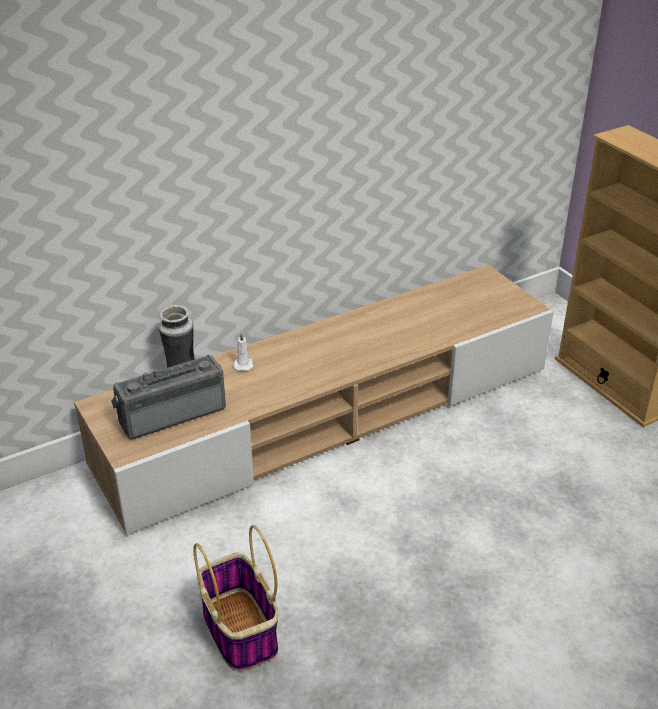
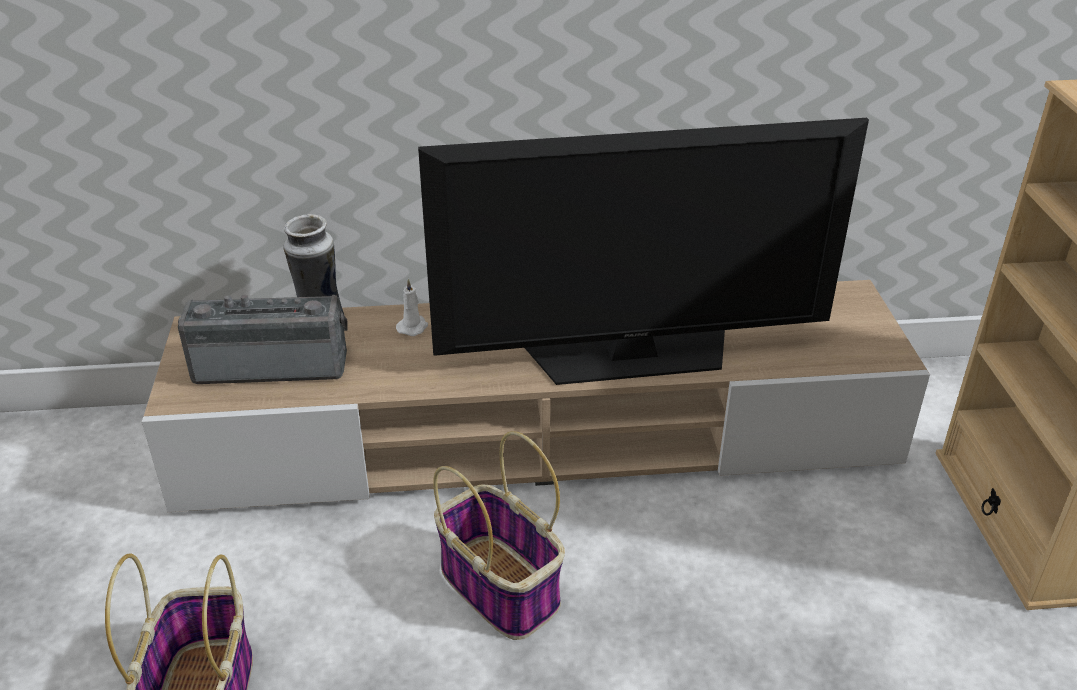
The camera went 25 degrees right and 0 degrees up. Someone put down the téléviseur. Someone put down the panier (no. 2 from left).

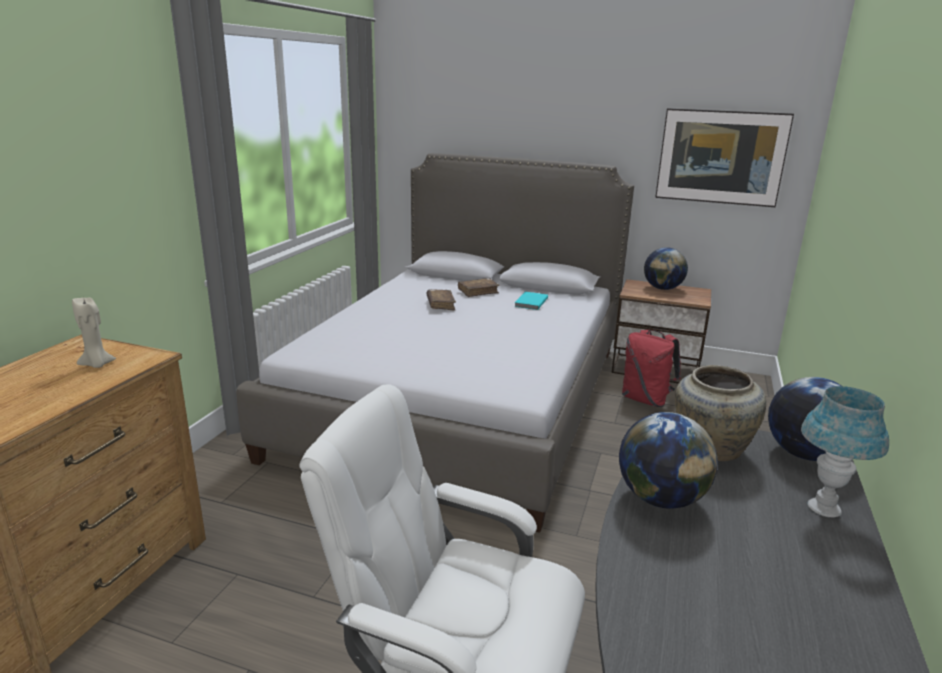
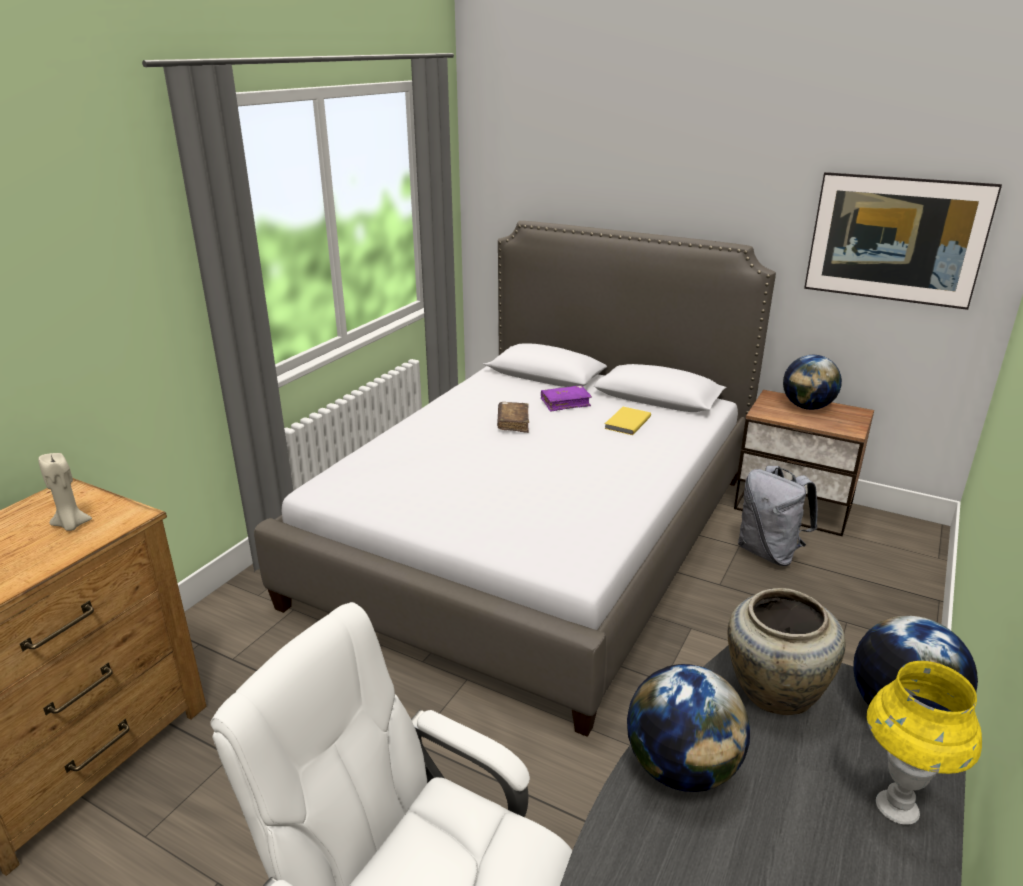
The camera went 10 degrees right and 5 degrees up. Someone repainted the livre [marron] (no. 2 from left), which became the livre [violet]. Someone repainted the livre [turquoise], which became the livre [jaune]. Someone repainted the sac à dos [rouge], which became the sac à dos [gris]. Someone repainted the lampe de table [bleu], which became the lampe de table [jaune].

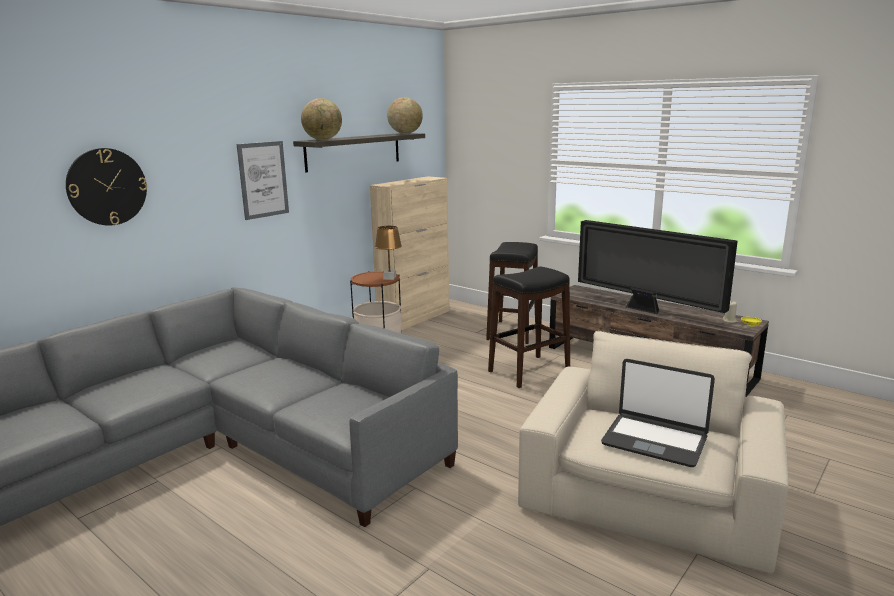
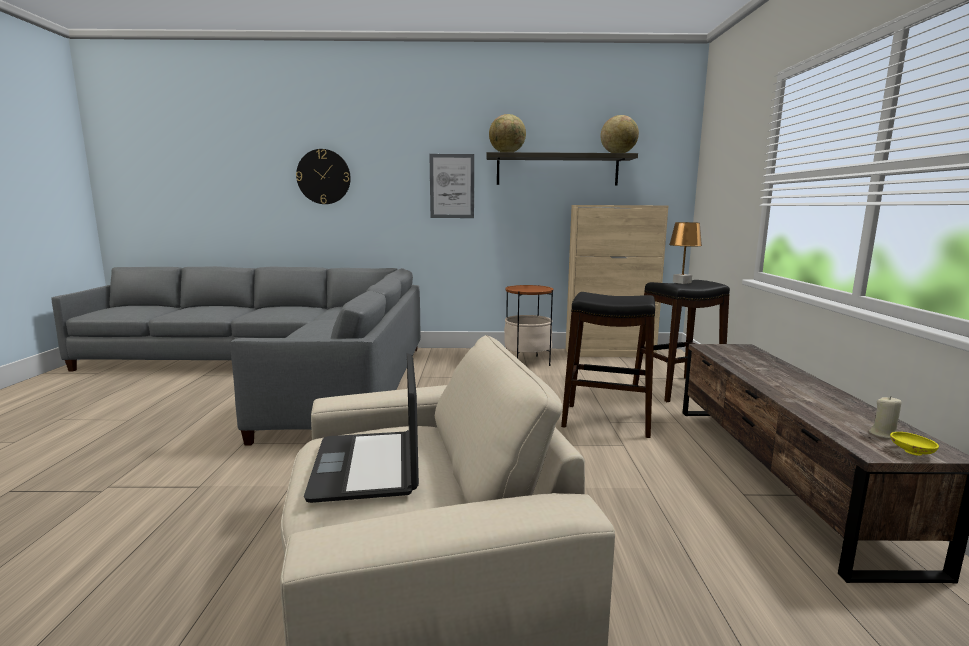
The camera went 50 degrees right and 5 degrees down. Someone carried the lampe de table [marron]. Someone took away the téléviseur.

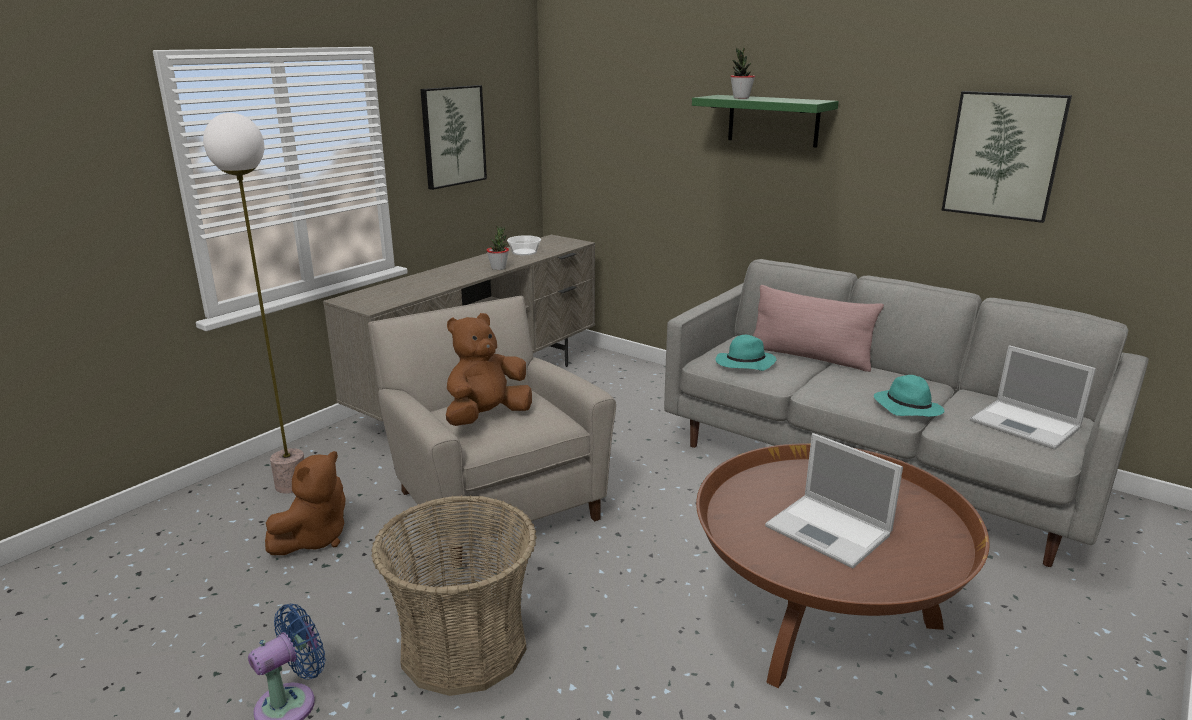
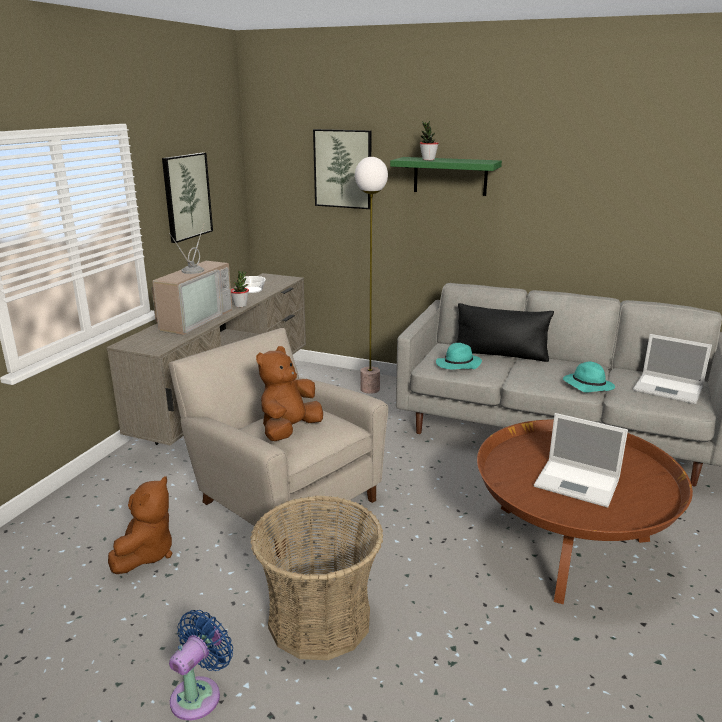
The camera went 15 degrees left and 0 degrees up. Someone carried the lampadaire. Someone repainted the coussin [rose], which became the coussin [noir]. Someone carried the tableau (no. 2 from left). Someone put down the téléviseur.

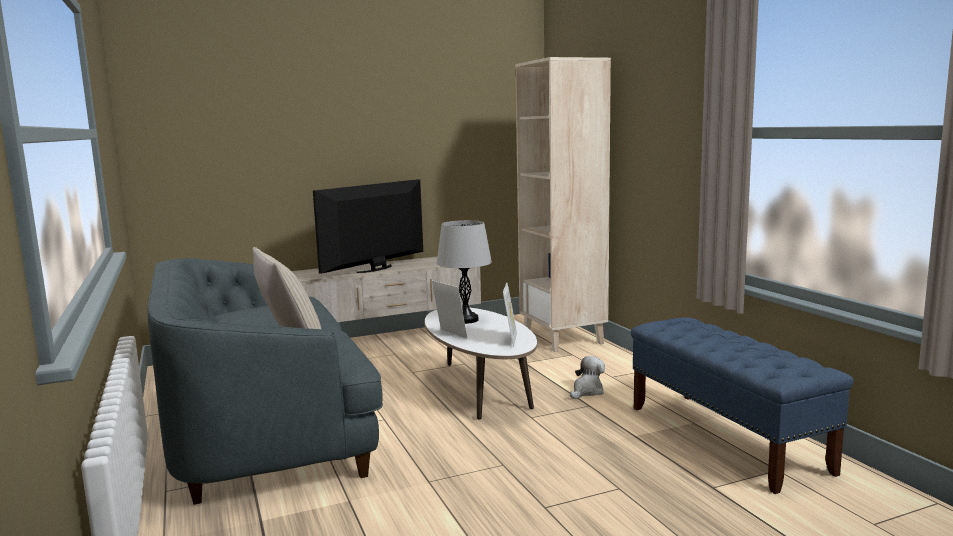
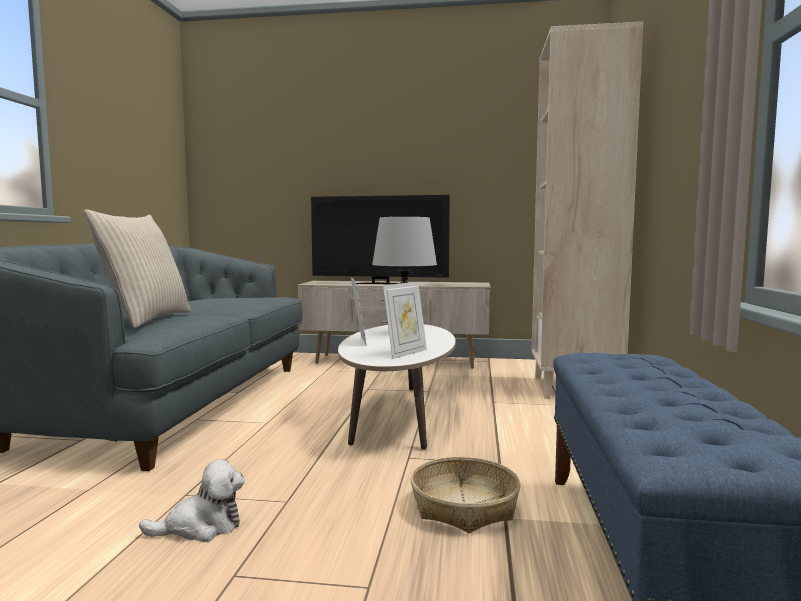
The camera went 30 degrees right and 5 degrees down. Someone rotated the téléviseur by 150 degrees counterclockwise. Someone carried the peluche. Someone put down the panier.

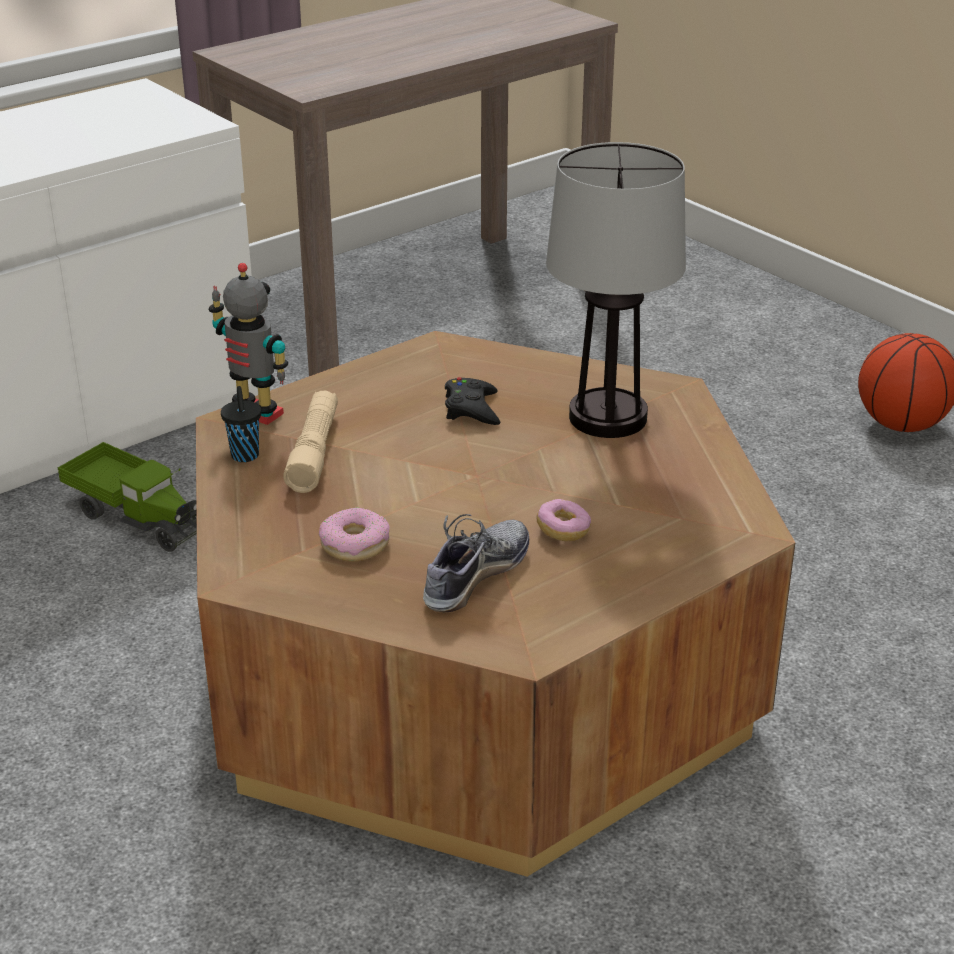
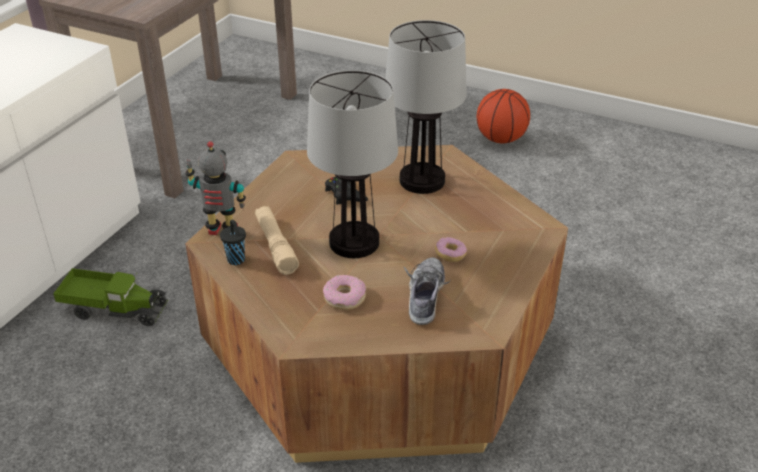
The camera went 25 degrees left and 5 degrees up. Someone put down the lampe de table (no. 1 from left).

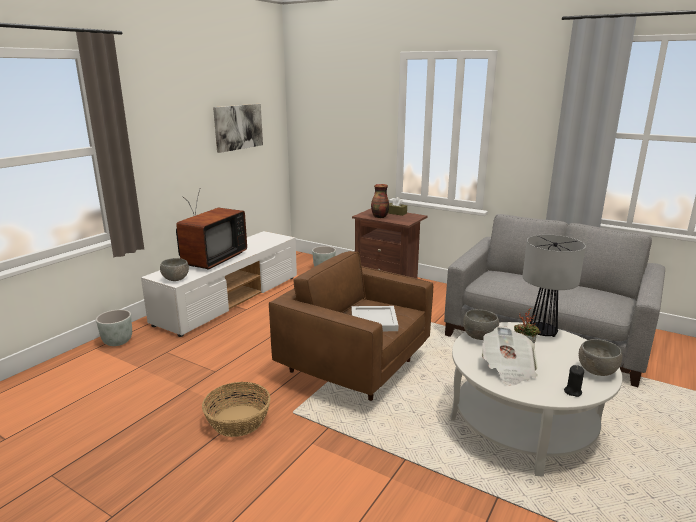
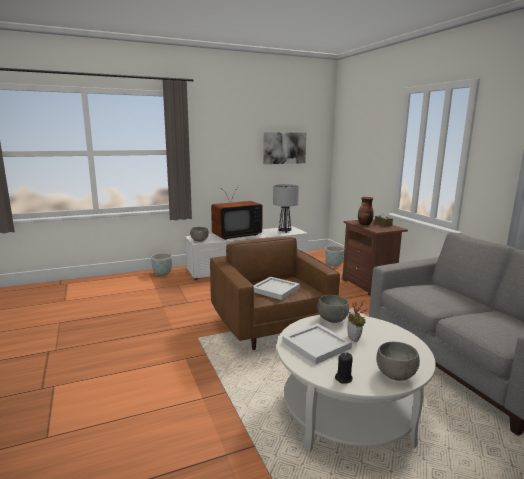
The camera went 35 degrees right and 5 degrees down. Someone took away the panier. Someone swapped the journal for the plateau [blanc] (no. 2 from left). Someone carried the lampe de table.

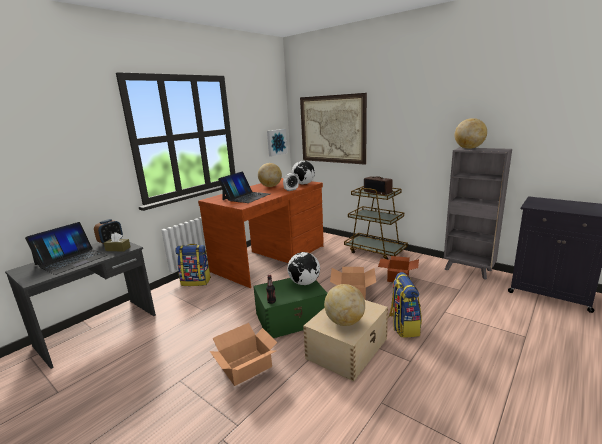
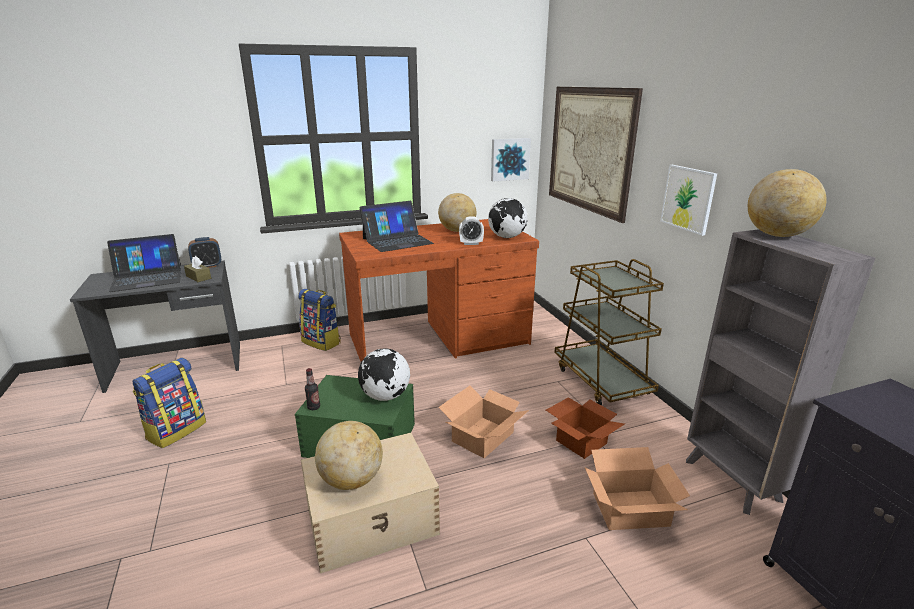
The camera went 30 degrees right and 5 degrees up. Someone carried the carton (no. 1 from left in the first image). Someone took away the radio. Someone carried the sac à dos (no. 2 from left in the first image). Someone put up the tableau (no. 3 from left).

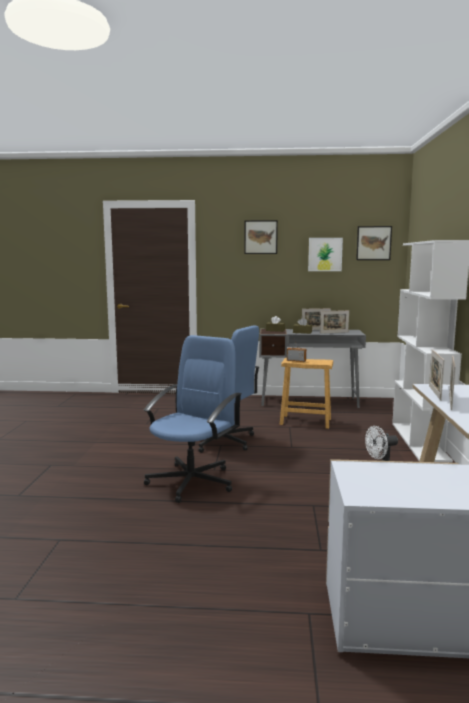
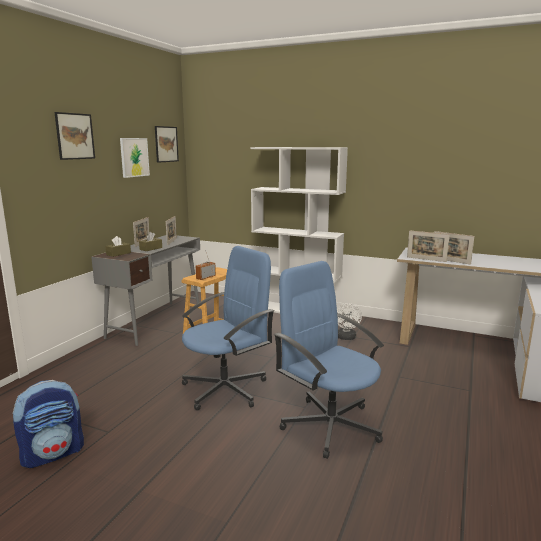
The camera went 70 degrees left and 5 degrees up. Someone put down the sac à dos.

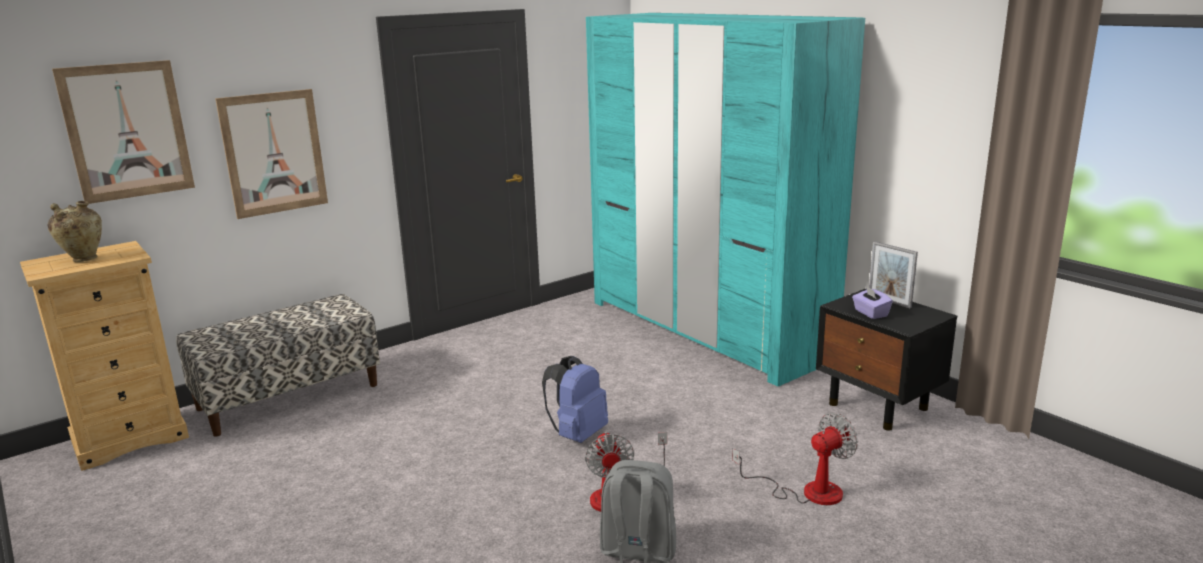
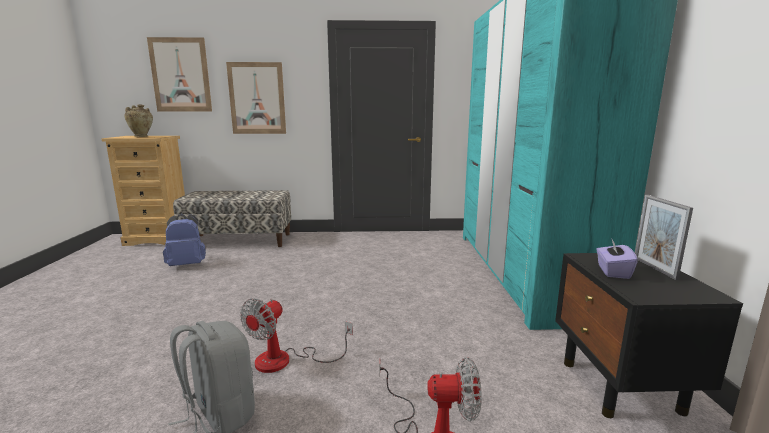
The camera went 35 degrees right and 5 degrees down. Someone carried the sac à dos [bleu].

